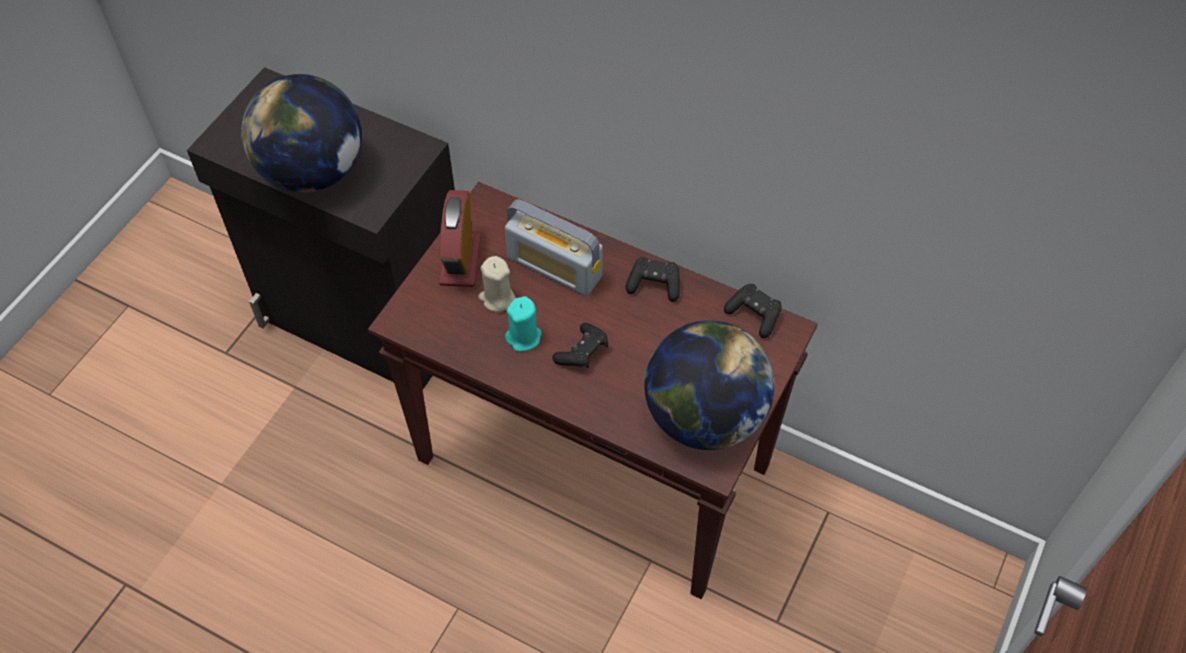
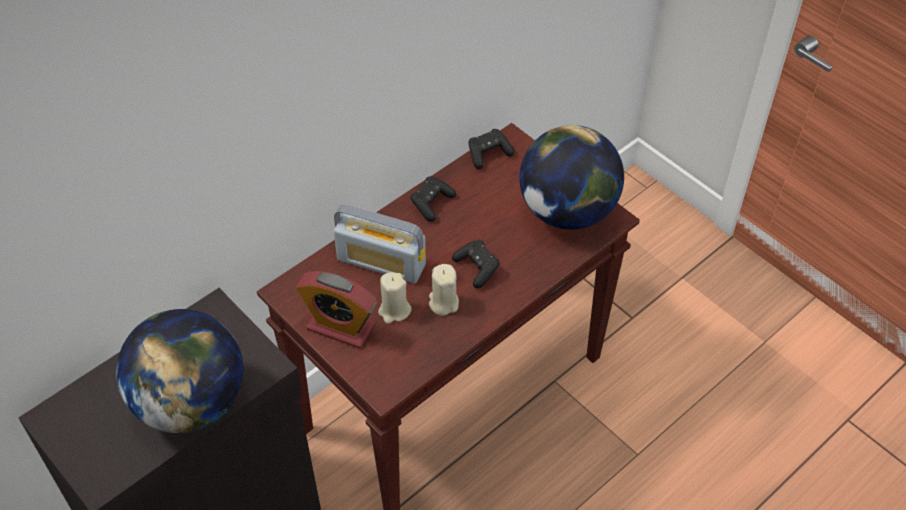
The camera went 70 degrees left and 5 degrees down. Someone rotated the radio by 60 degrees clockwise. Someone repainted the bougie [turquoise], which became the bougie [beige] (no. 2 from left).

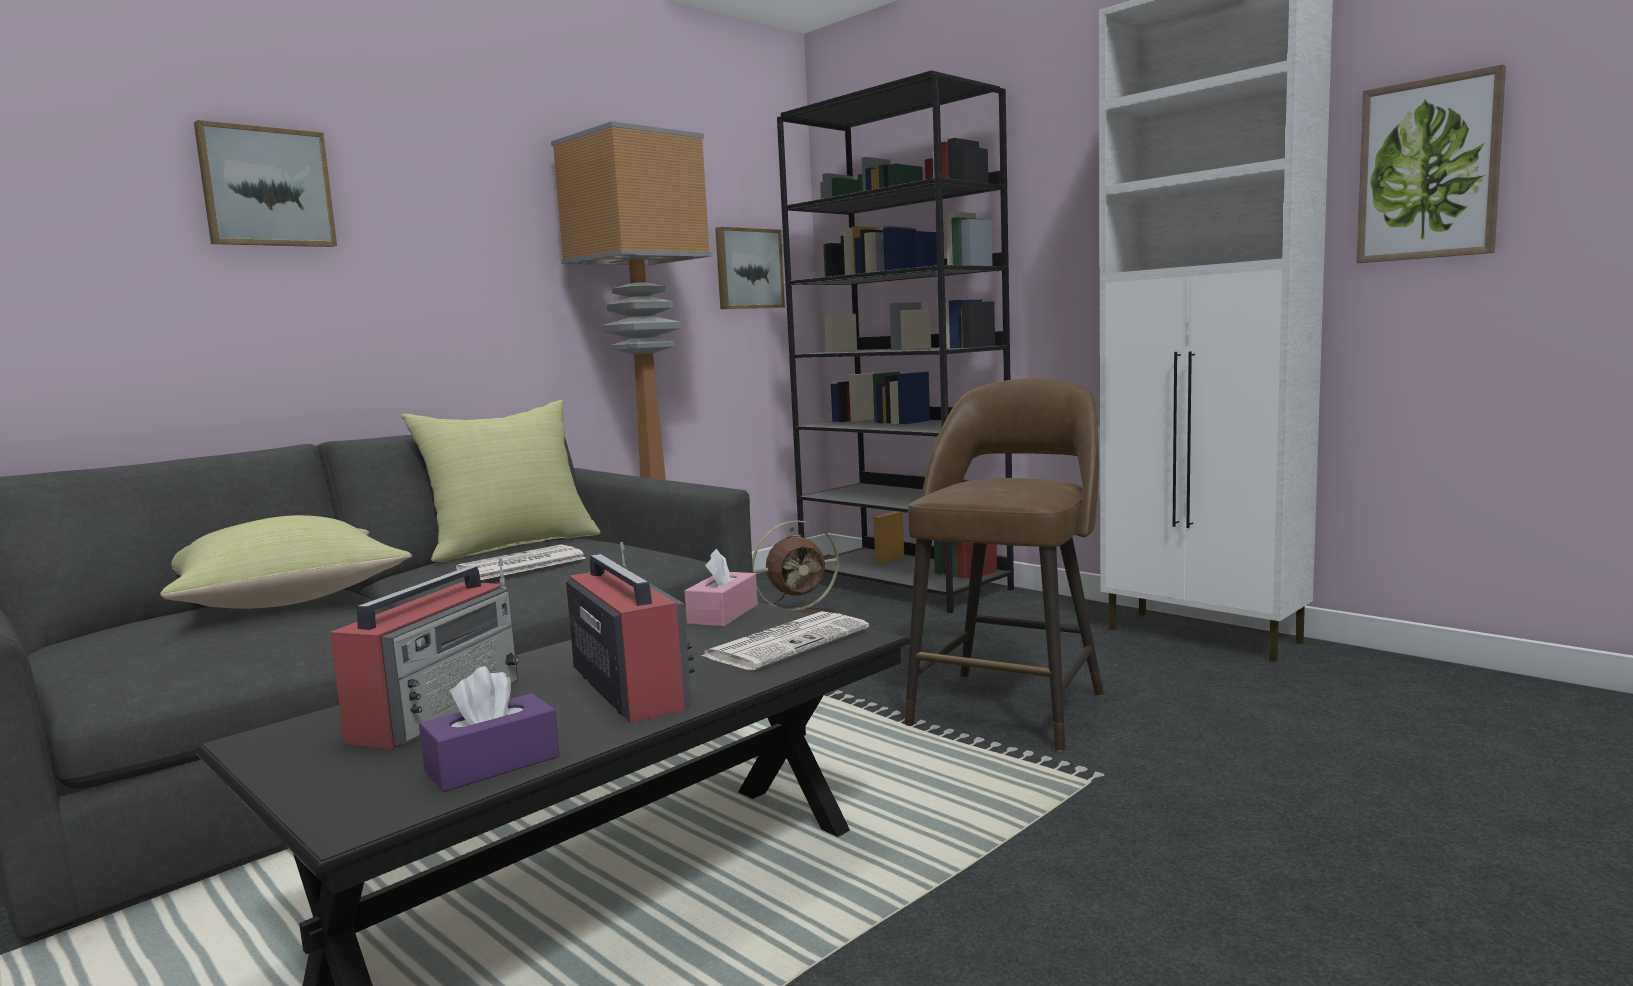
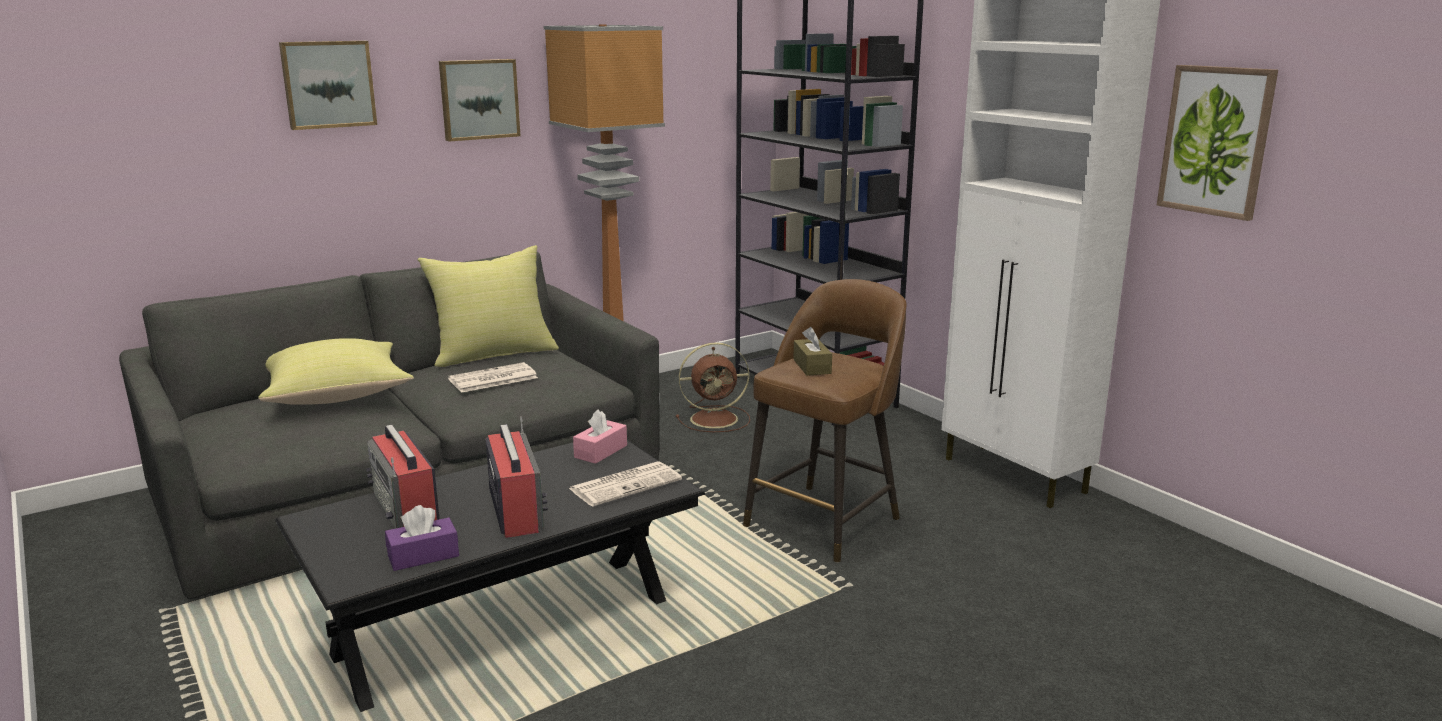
The camera went 10 degrees right and 10 degrees up. Someone rotated the radio (no. 1 from left) by 120 degrees clockwise. Someone carried the tableau (no. 2 from left). Someone put down the boîte à mouchoirs [marron].

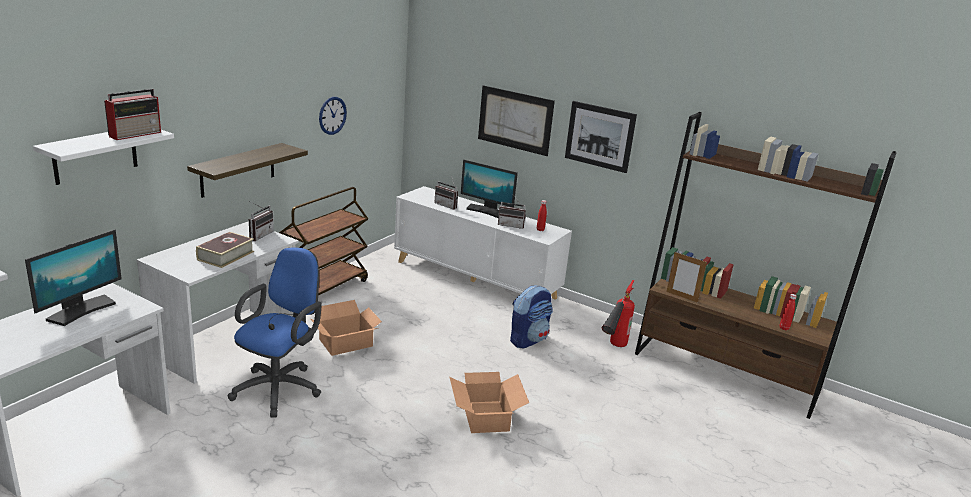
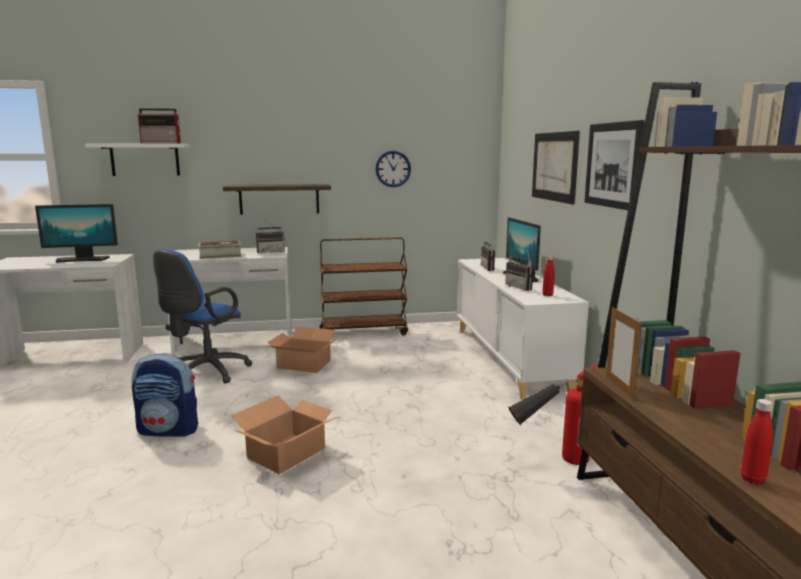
The camera went 50 degrees right and 10 degrees down. Someone rotated the chaise de bureau [bleu] by 135 degrees clockwise. Someone carried the sac à dos.

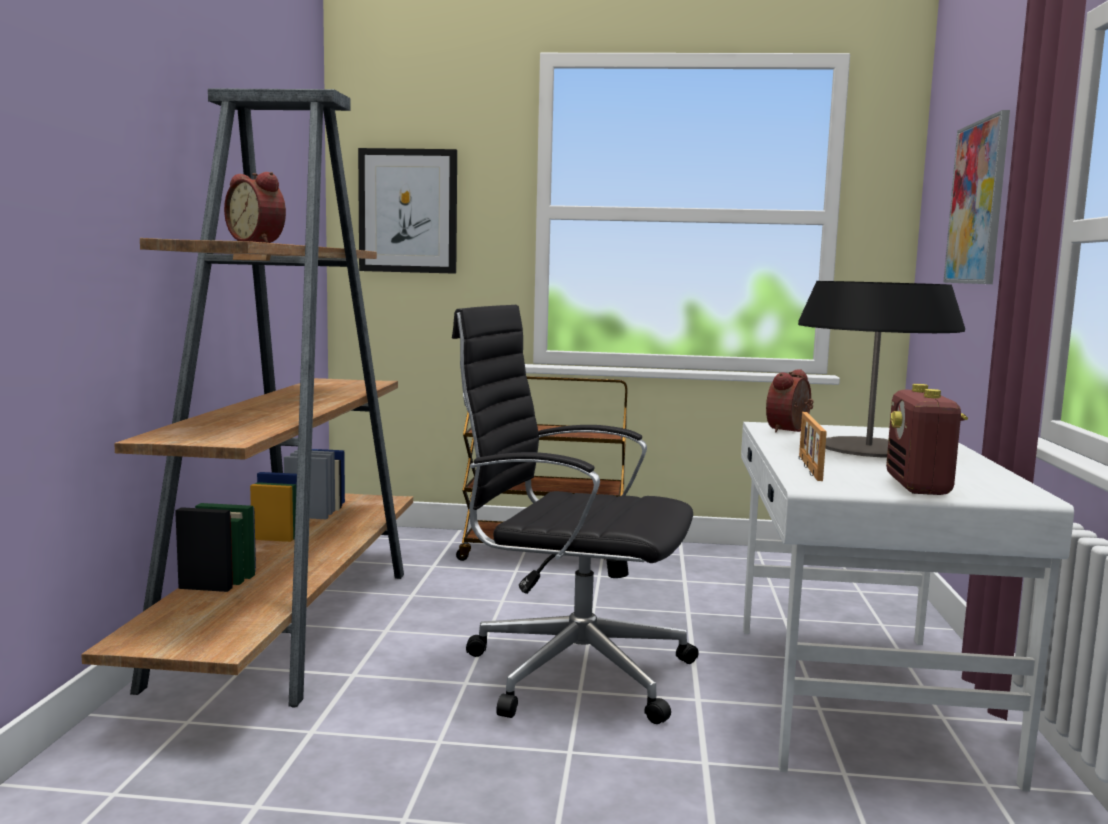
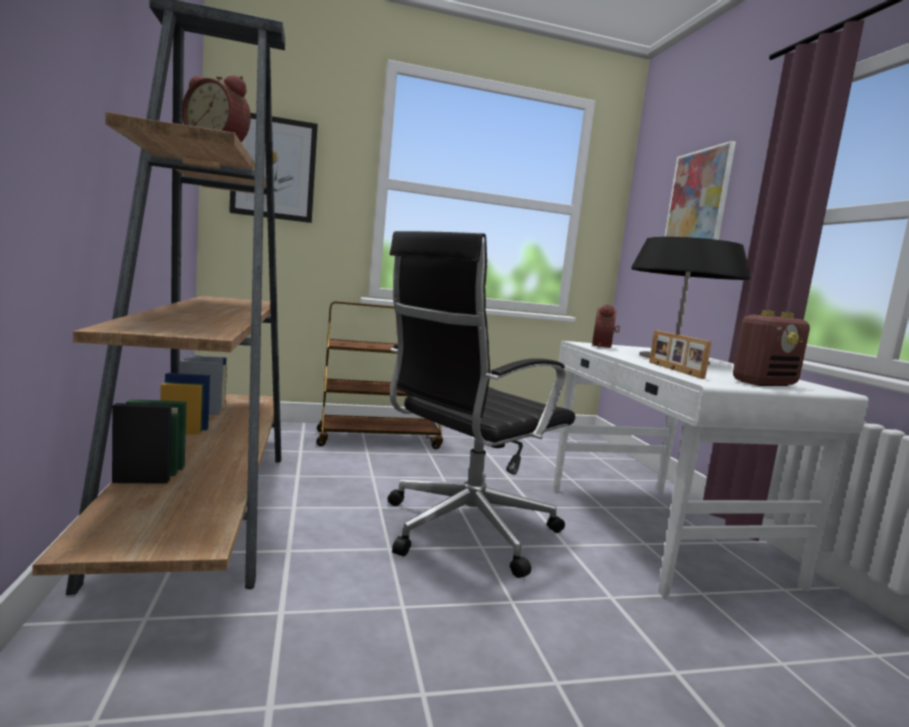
The camera went 20 degrees left and 0 degrees up. Someone rotated the chaise de bureau [noir] by 45 degrees counterclockwise. Someone rotated the radio by 105 degrees counterclockwise.

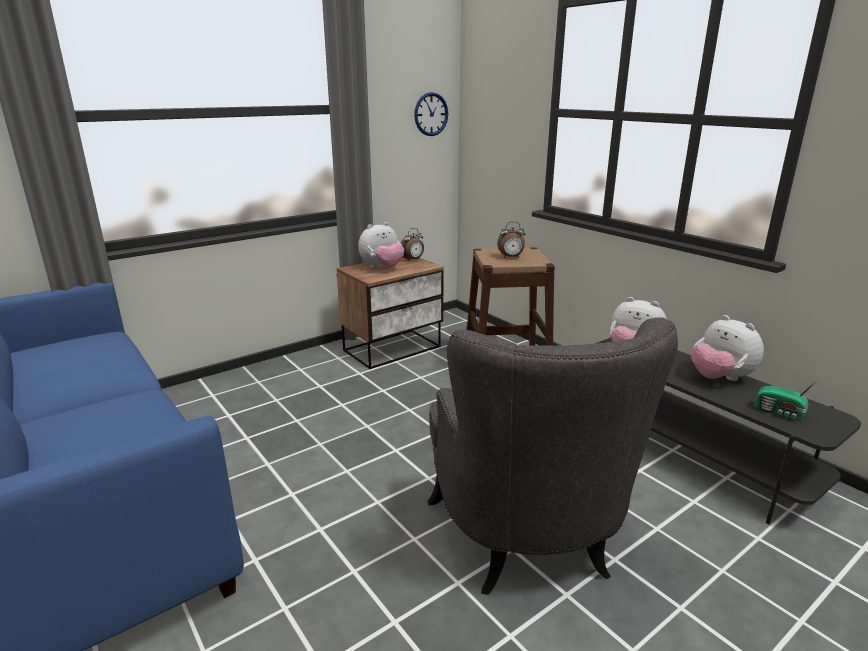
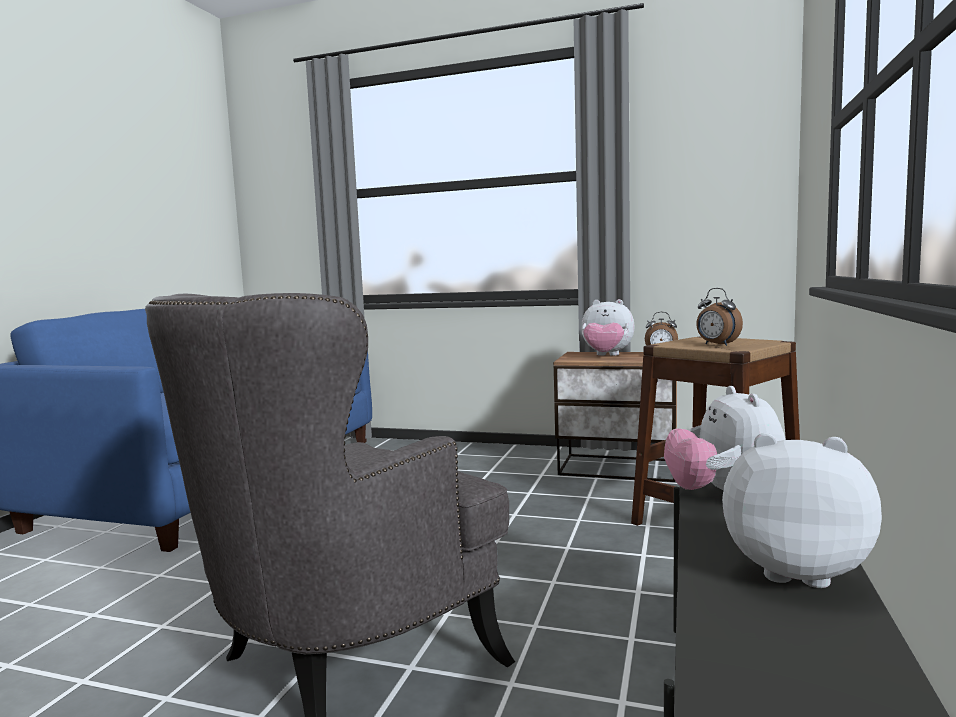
The camera went 55 degrees right and 15 degrees down. Someone took away the horloge murale. Someone rotated the peluche (no. 3 from left) by 90 degrees clockwise. Someone took away the radio.

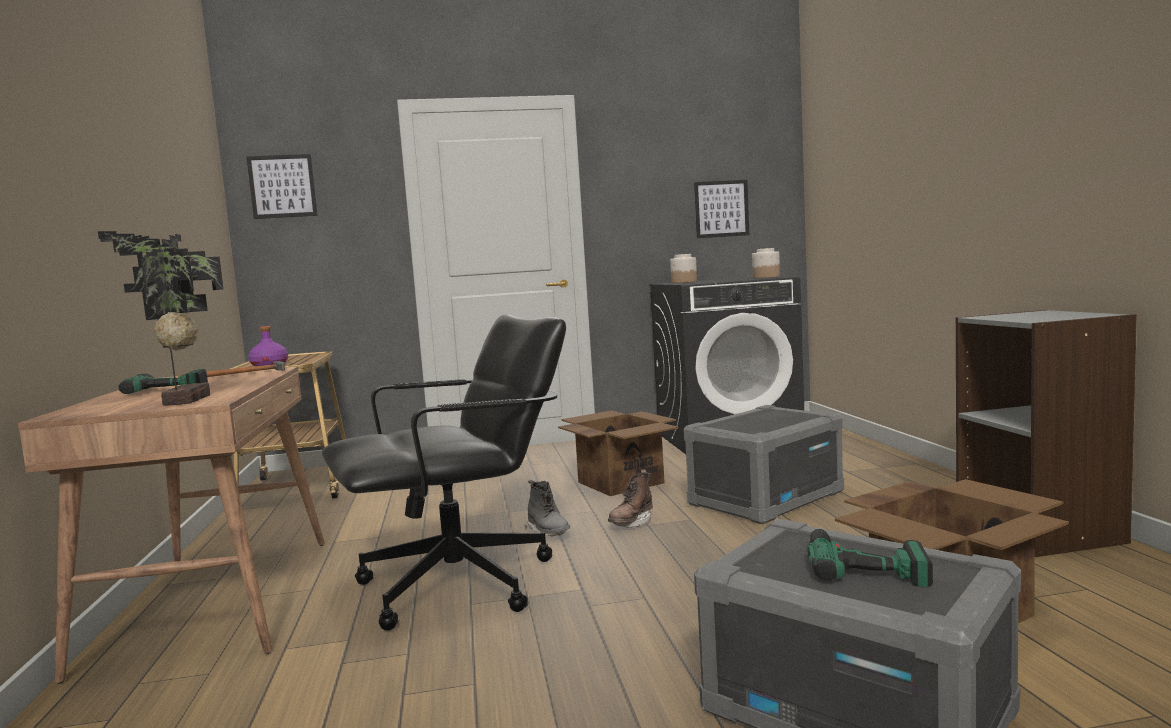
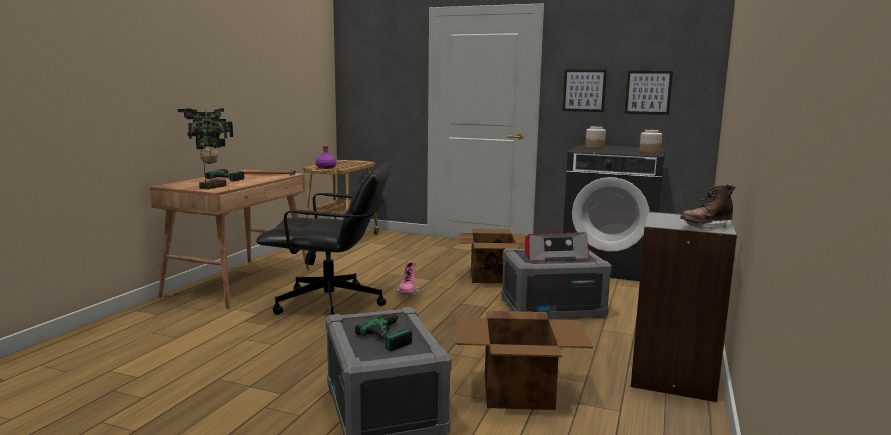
The camera went 30 degrees right and 5 degrees up. Someone carried the tableau (no. 1 from left). Someone repainted the botte [gris], which became the botte [rose]. Someone carried the botte [marron]. Someone put down the radio.

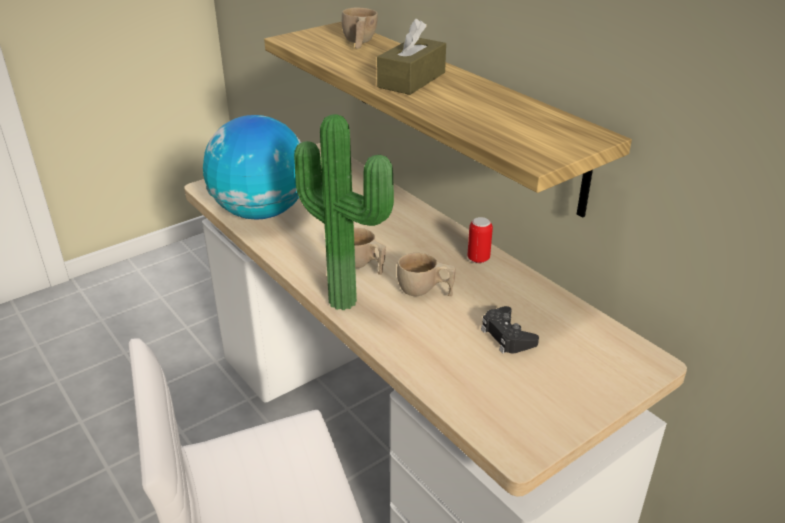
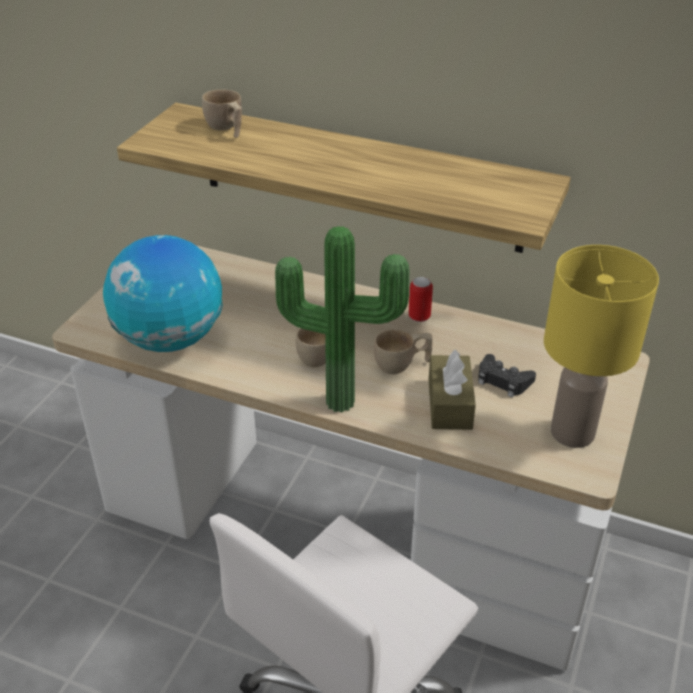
The camera went 30 degrees left and 5 degrees up. Someone carried the boîte à mouchoirs [marron]. Someone put down the lampe de table [jaune].

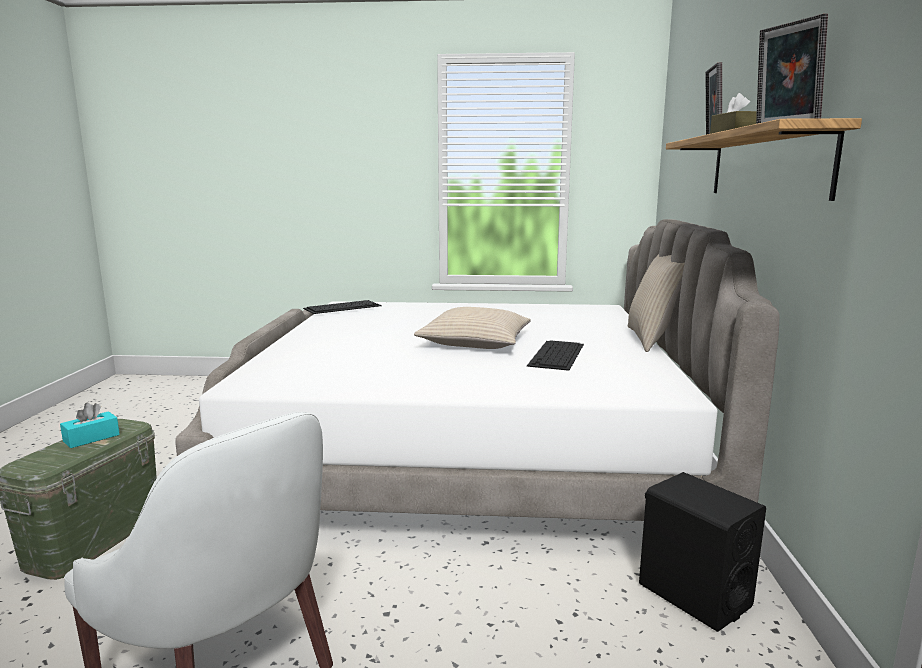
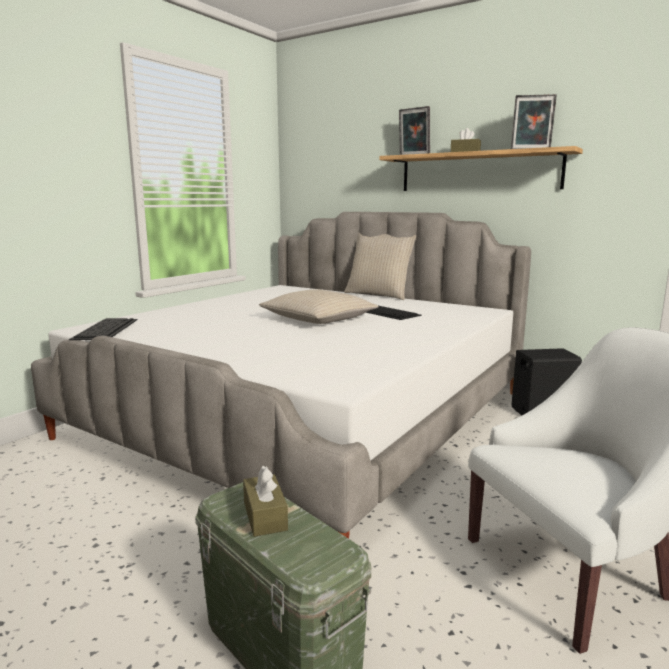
The camera went 60 degrees left and 0 degrees up. Someone repainted the boîte à mouchoirs [turquoise], which became the boîte à mouchoirs [marron] (no. 1 from left).

